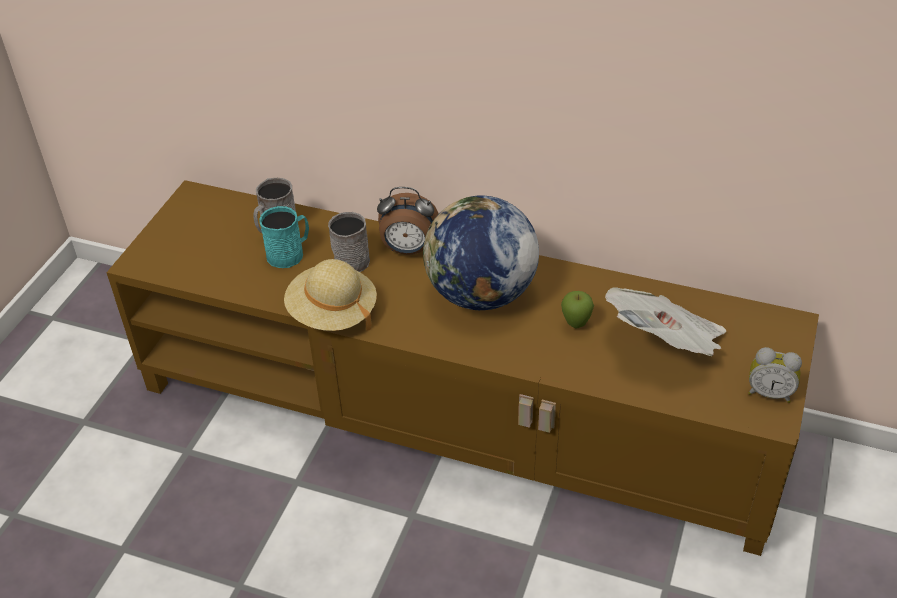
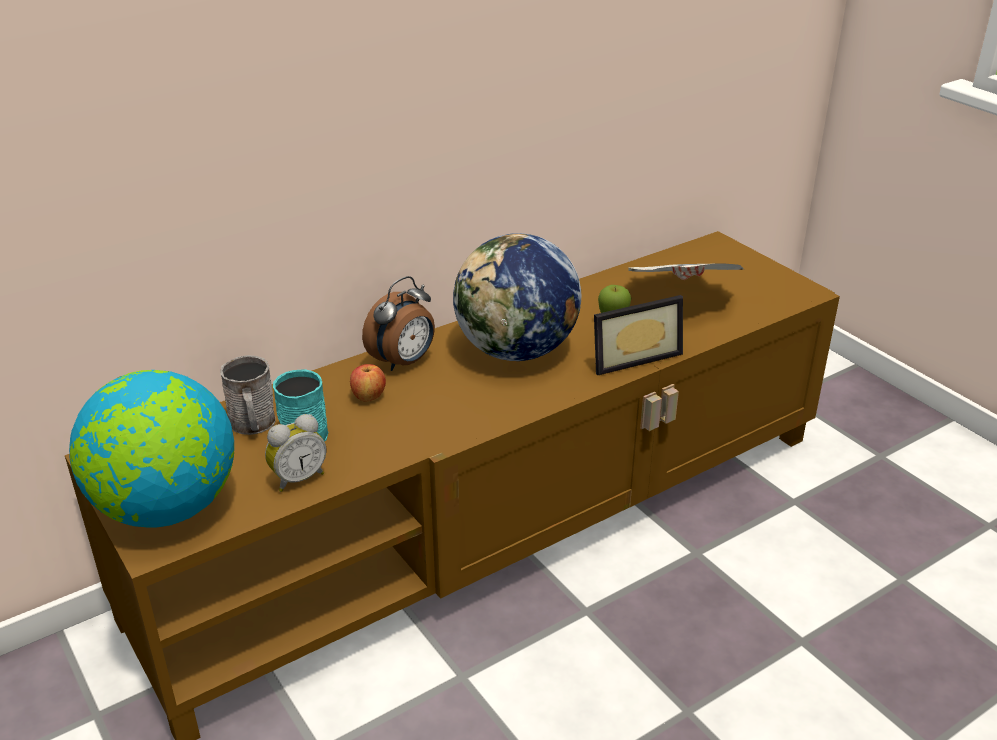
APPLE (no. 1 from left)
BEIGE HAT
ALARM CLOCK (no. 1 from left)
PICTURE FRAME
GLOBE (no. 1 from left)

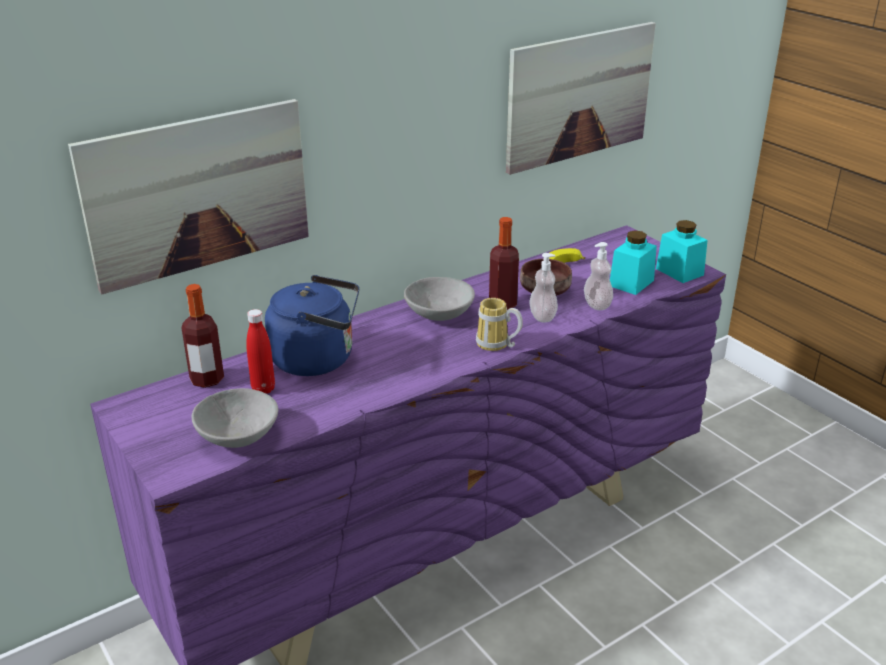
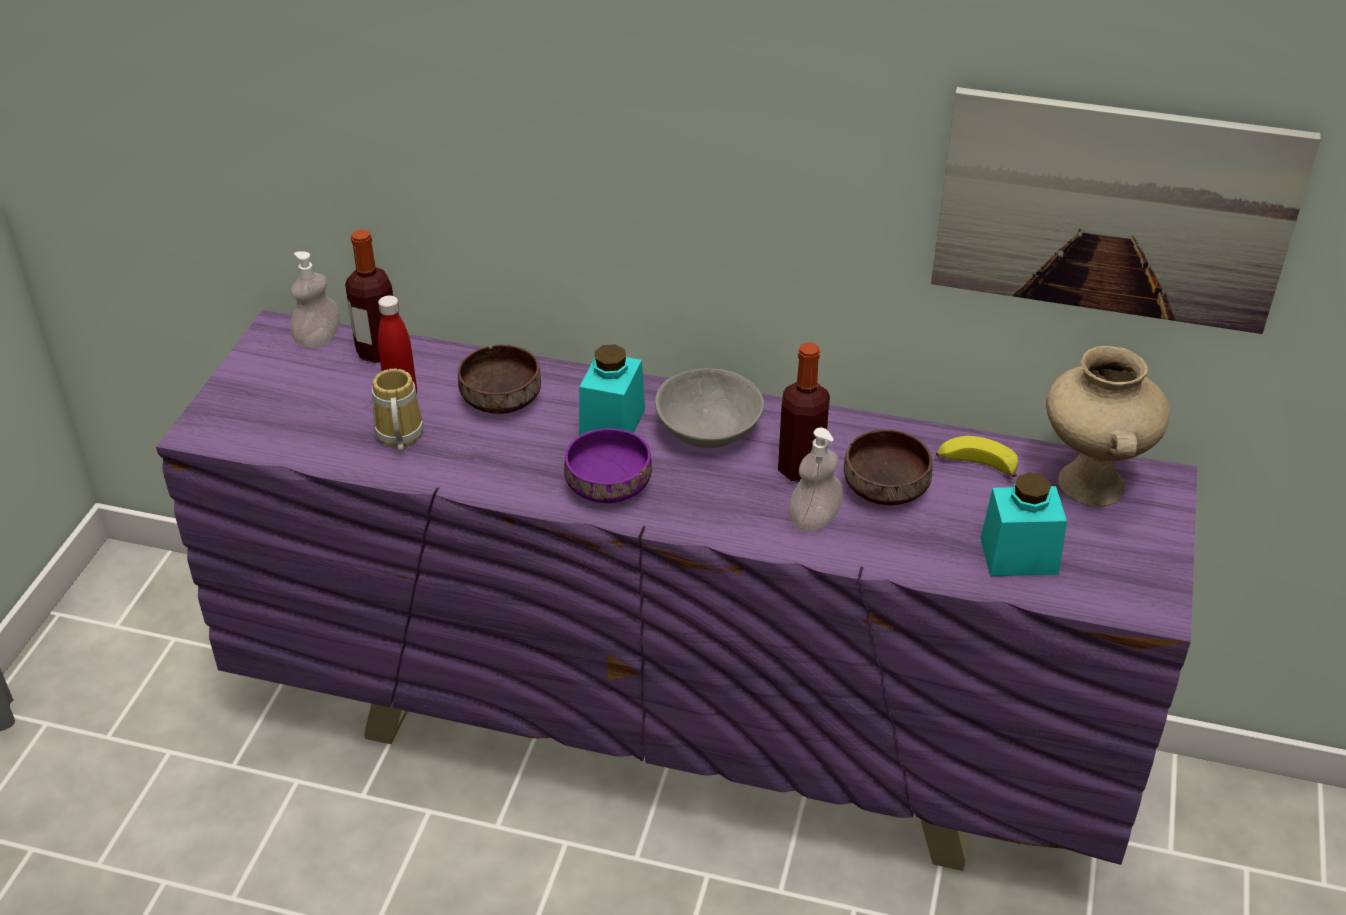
PICTURE (no. 1 from left in the first image)
TURQUOISE JAR (no. 1 from left)
SOAP DISPENSER (no. 1 from left)
BROWN BOWL (no. 1 from left)
MUG
GREY BOWL (no. 1 from left in the first image)
BEIGE VASE
PURPLE BOWL

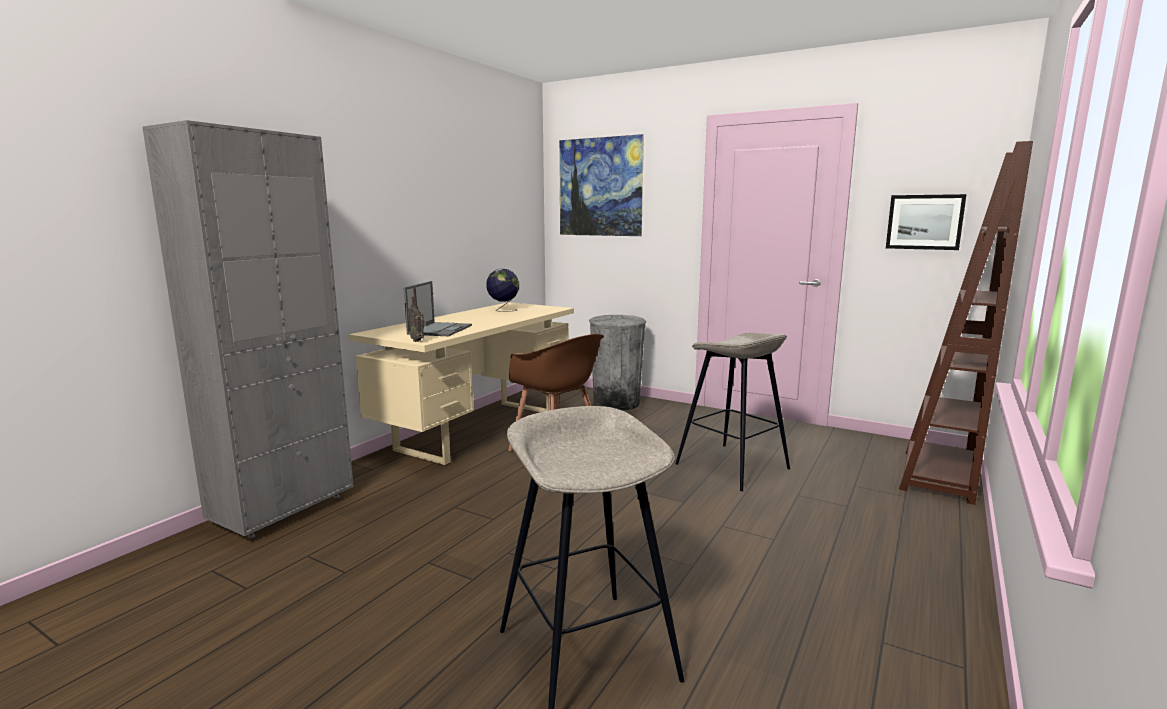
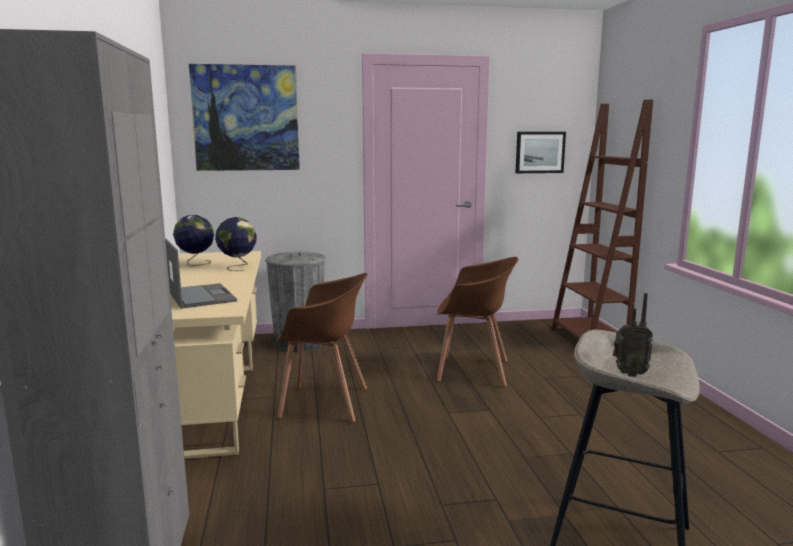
RADIO
BROWN CHAIR (no. 2 from left)
GLOBE (no. 2 from left)

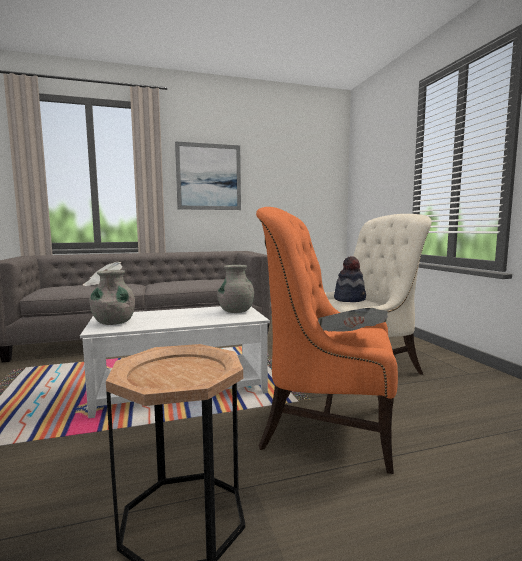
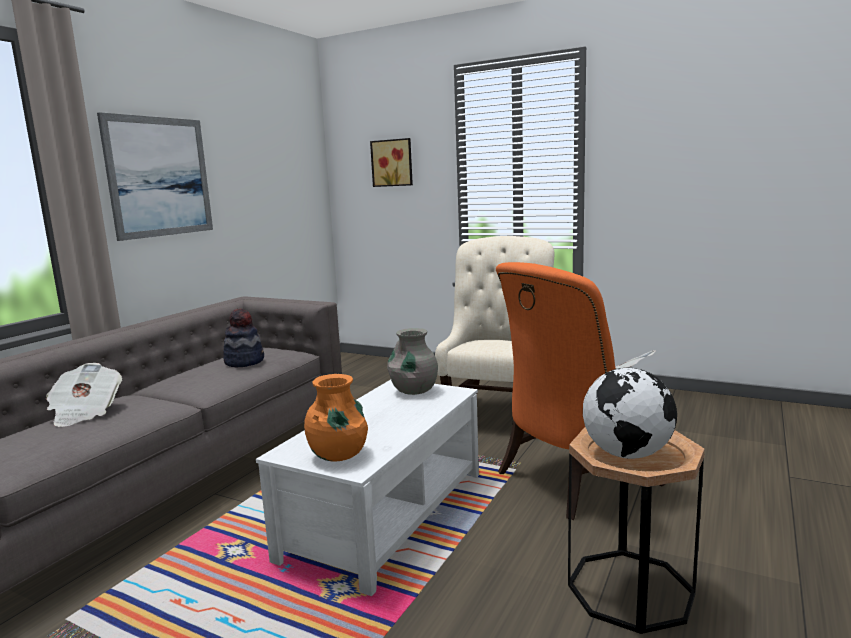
HAT
ORANGE VASE
PICTURE (no. 2 from left)
GLOBE

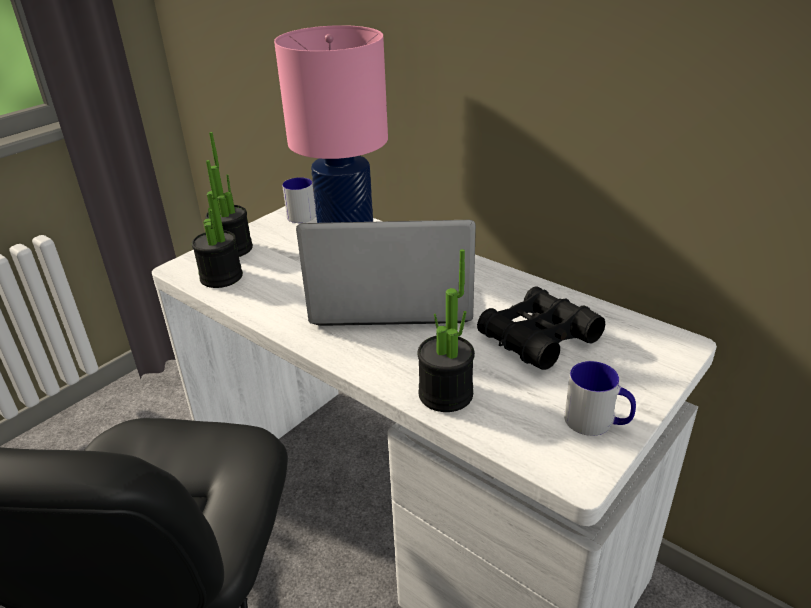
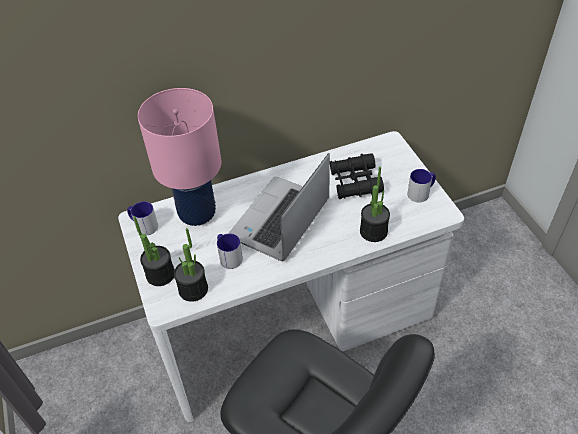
MUG (no. 2 from left)

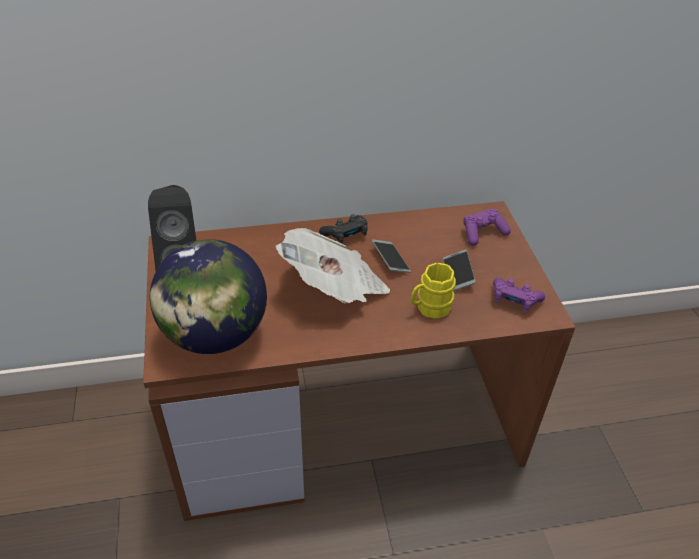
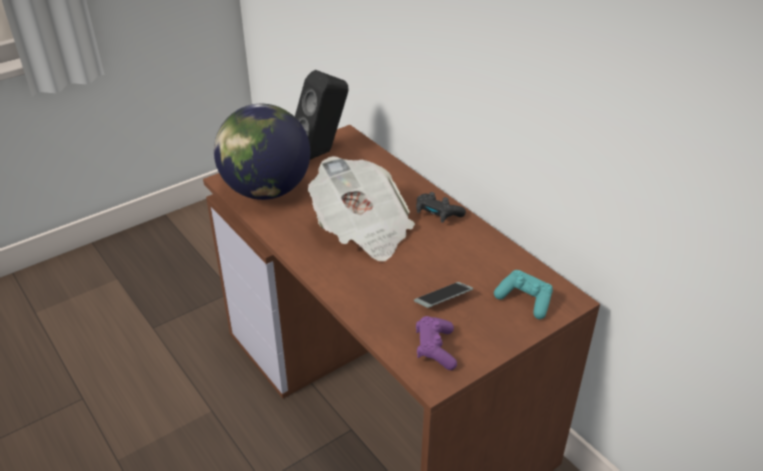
TURQUOISE GAME CONTROLLER
PHONE (no. 1 from left in the first image)
YELLOW MUG

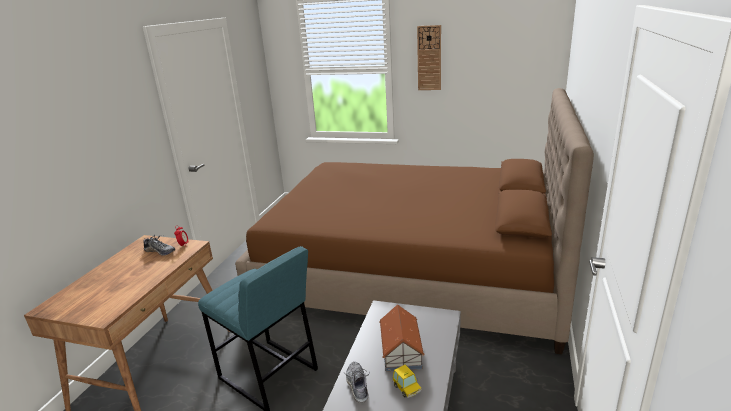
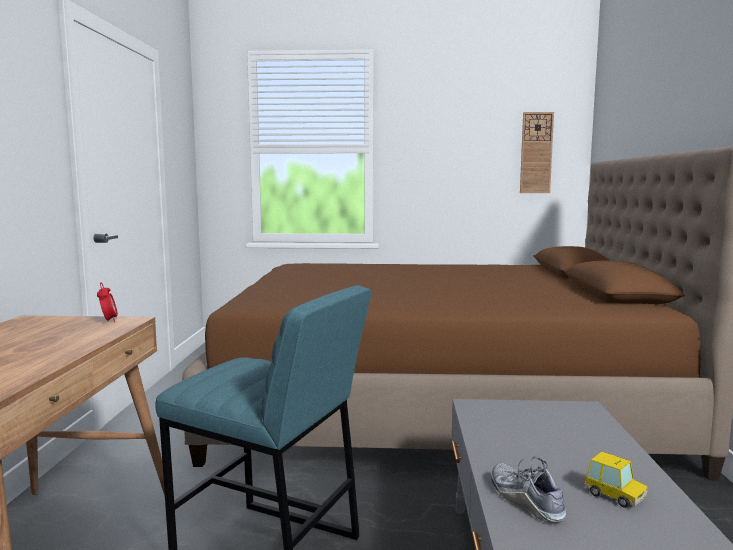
WALL CLOCK
SHOE (no. 1 from left in the first image)
TOY HOUSE

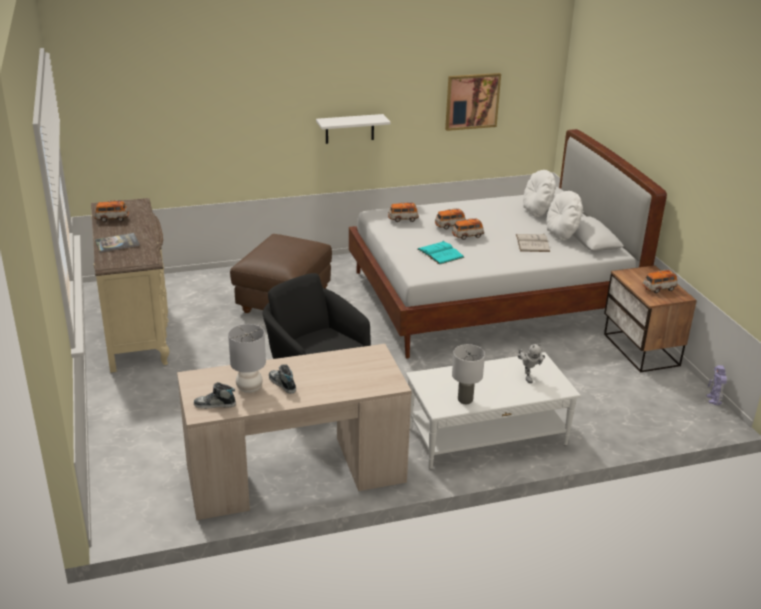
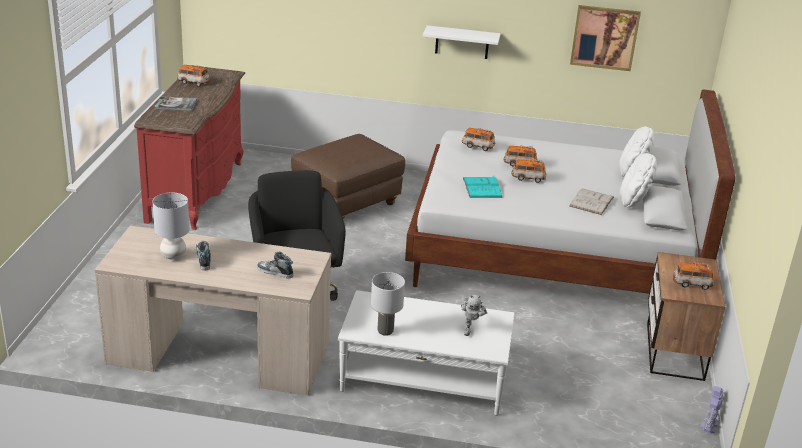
RED DRESSER
SHOE (no. 2 from left)

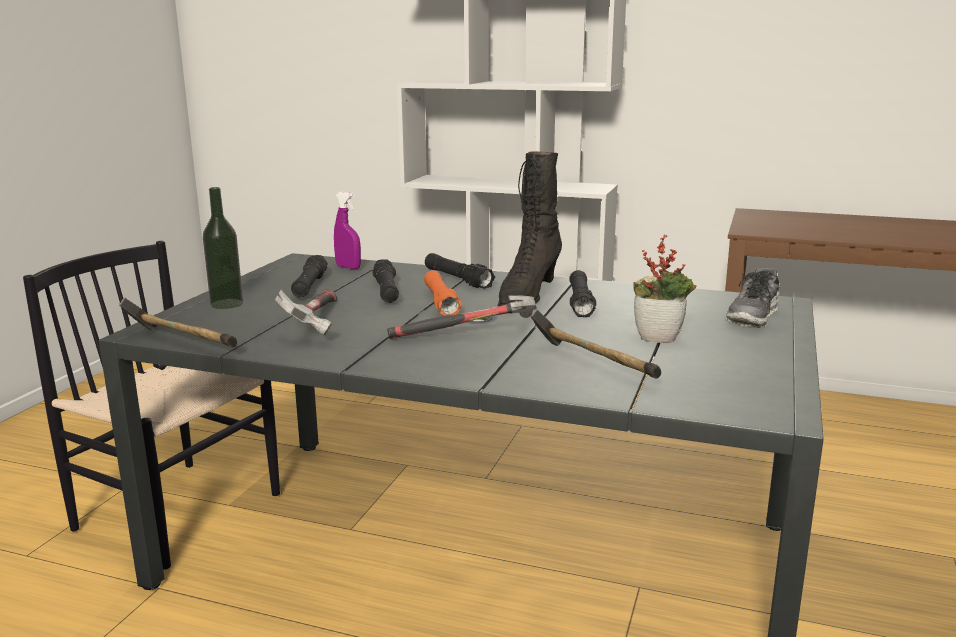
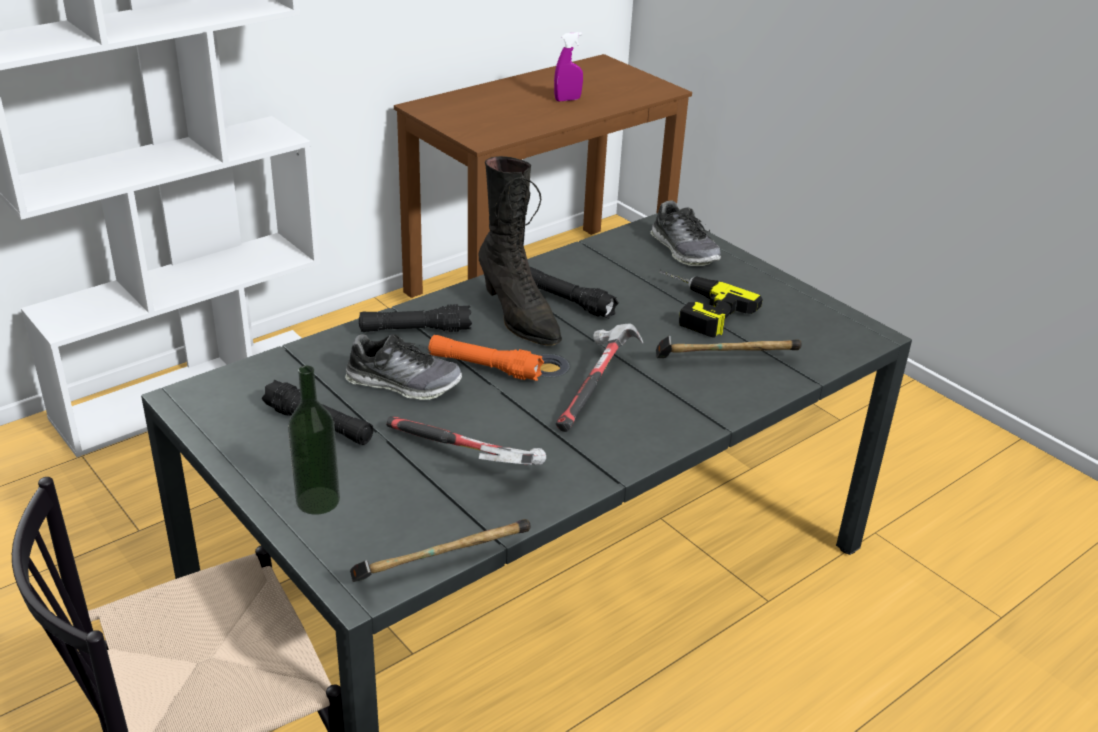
PURPLE SPRAY BOTTLE
POWER DRILL
SHOE (no. 1 from left)

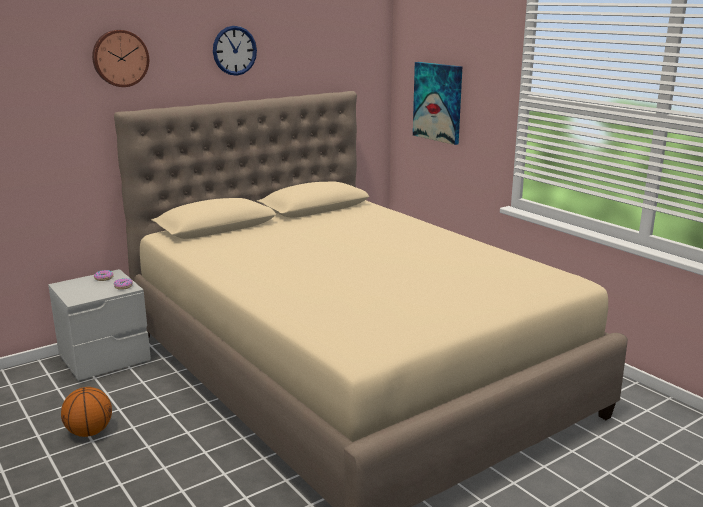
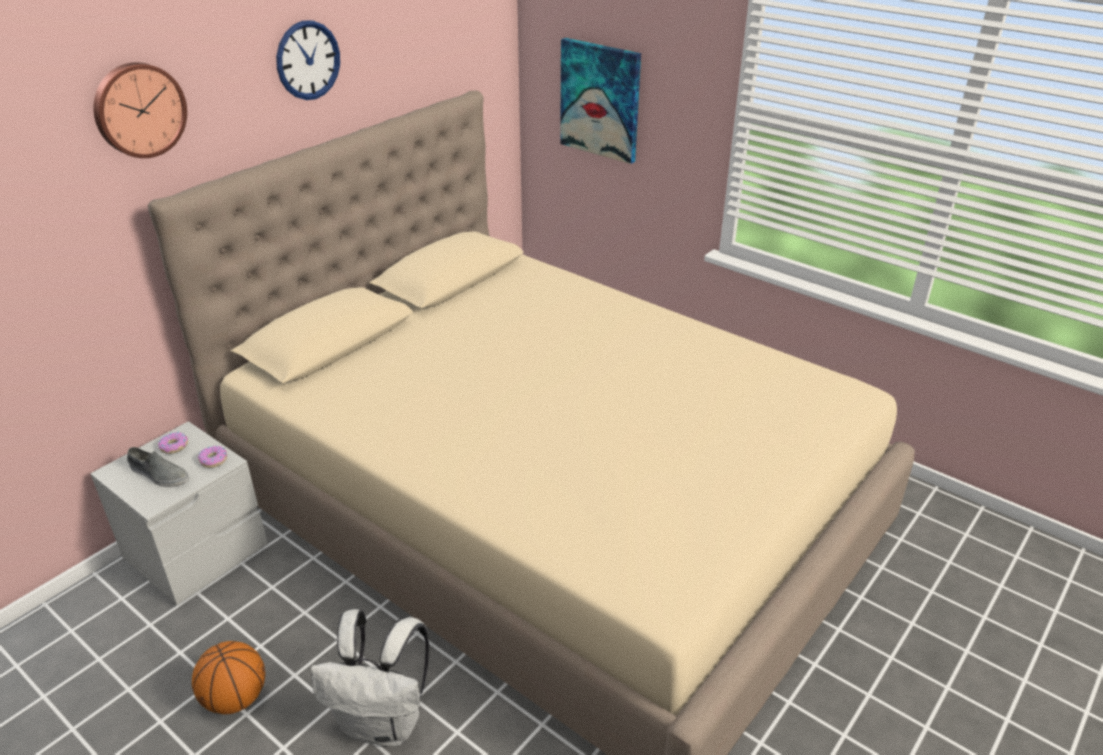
GREY SHOE
WHITE BACKPACK

